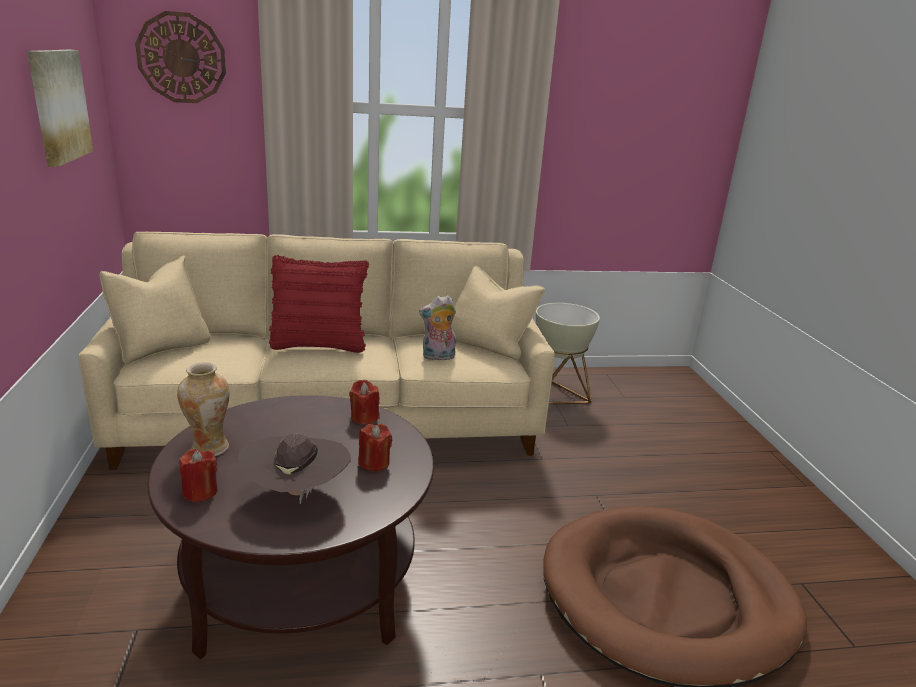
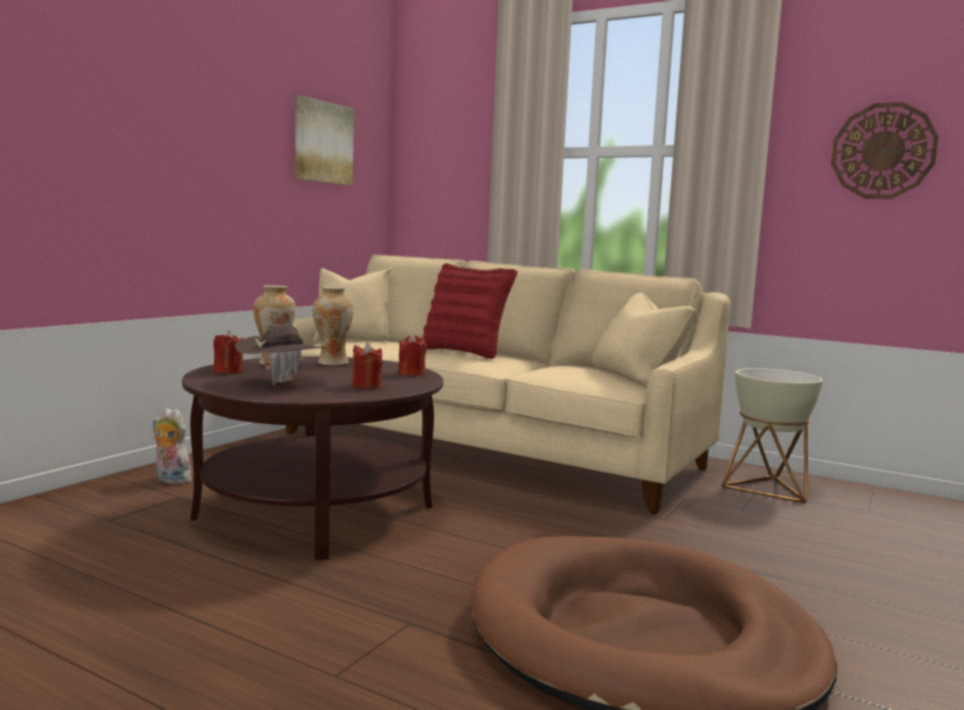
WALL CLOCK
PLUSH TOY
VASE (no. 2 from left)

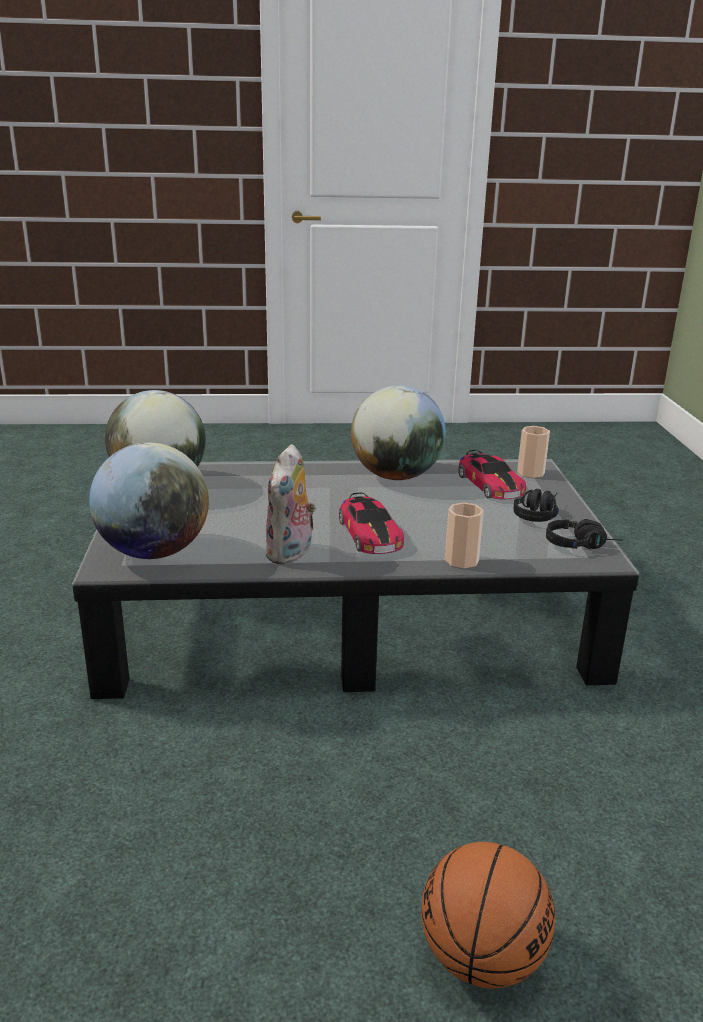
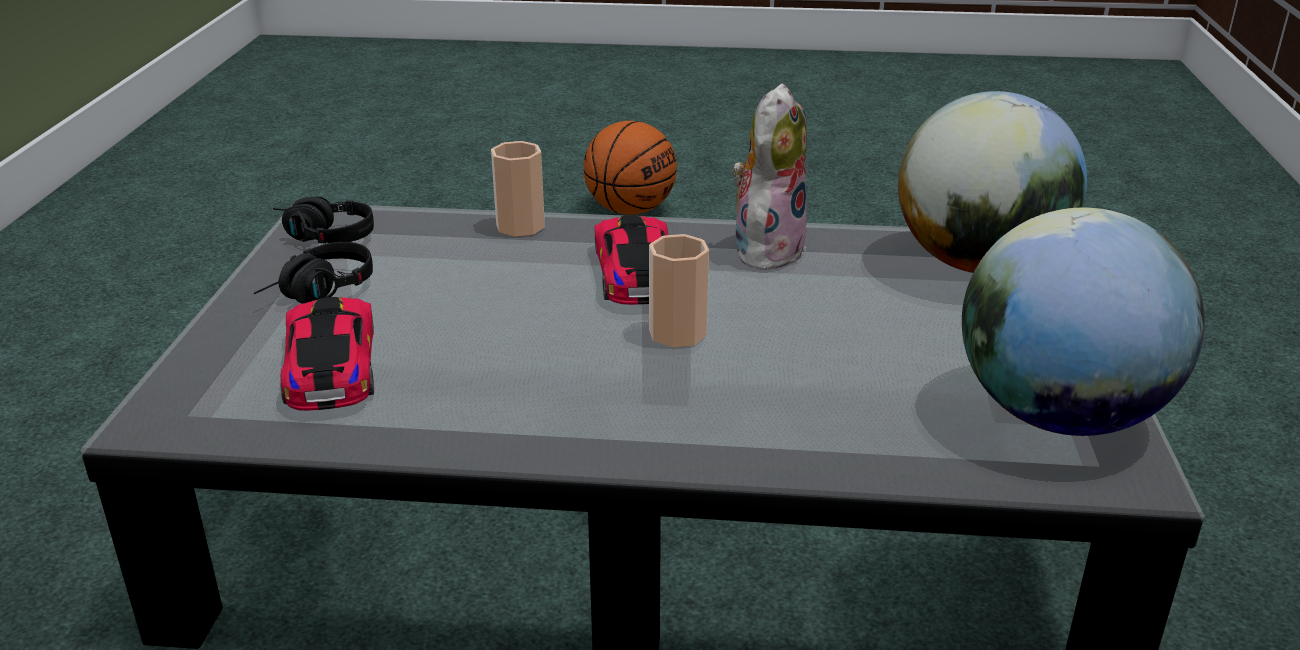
GLOBE (no. 3 from left in the first image)
CUP (no. 2 from left)

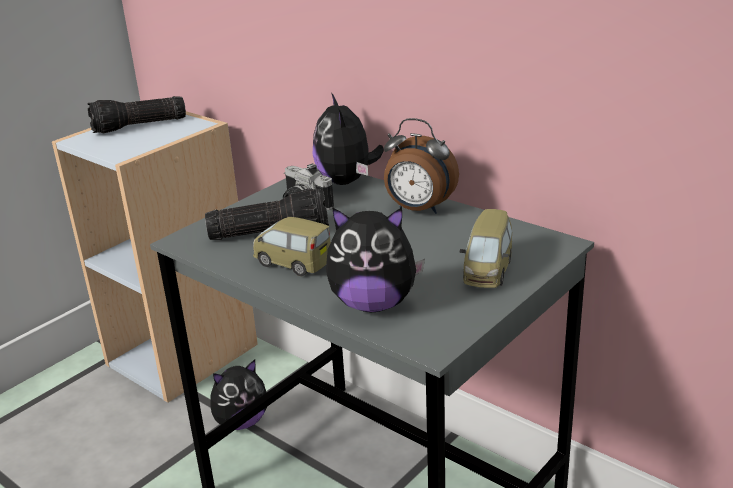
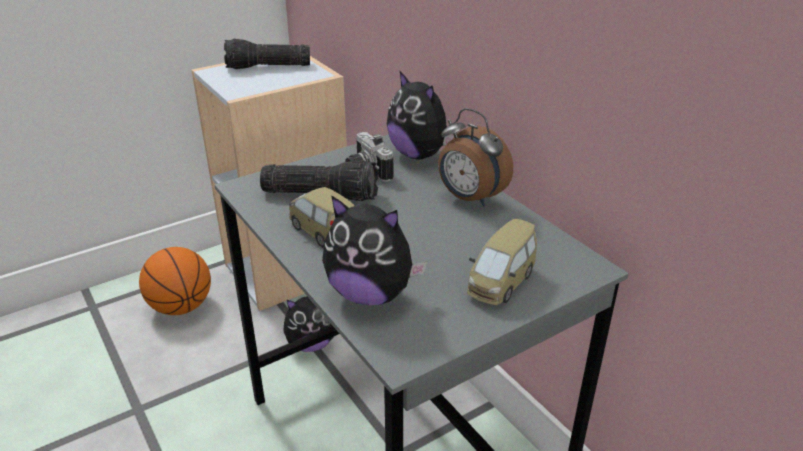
PLUSH TOY (no. 3 from left)
BASKETBALL

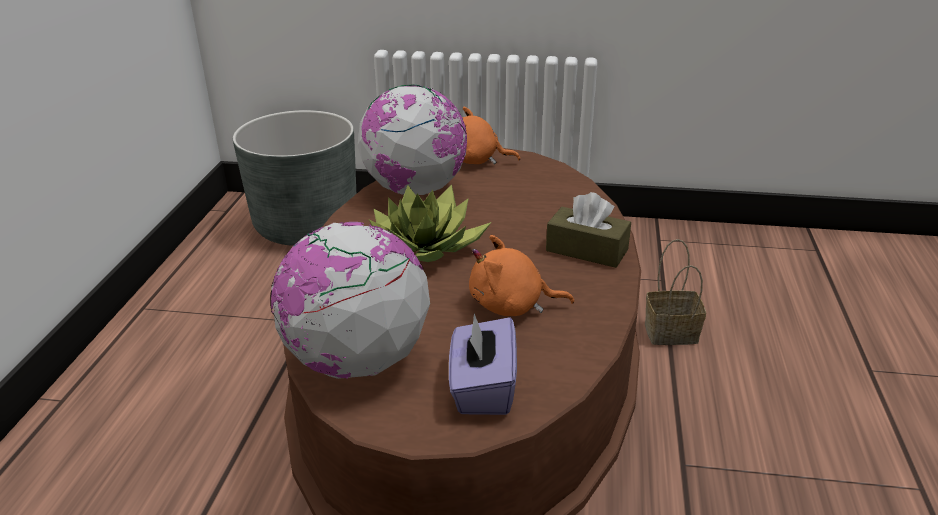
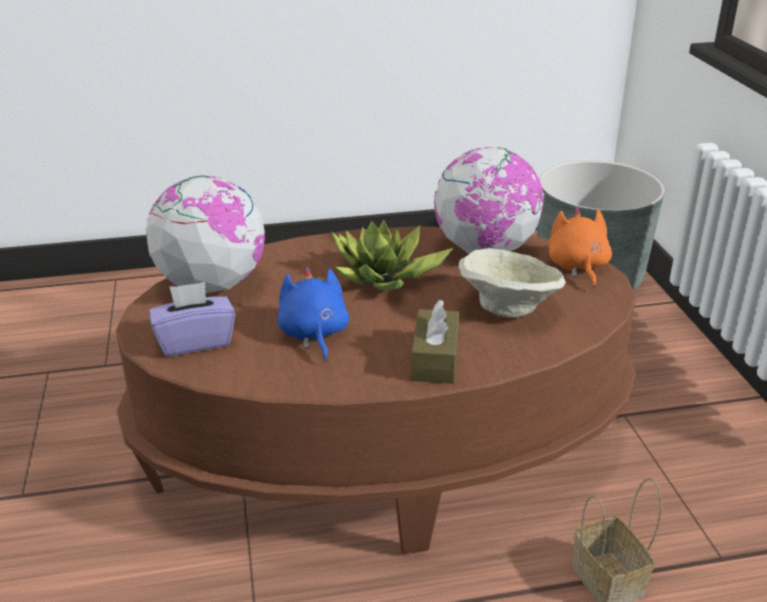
BLUE PLUSH TOY
BEIGE BOWL

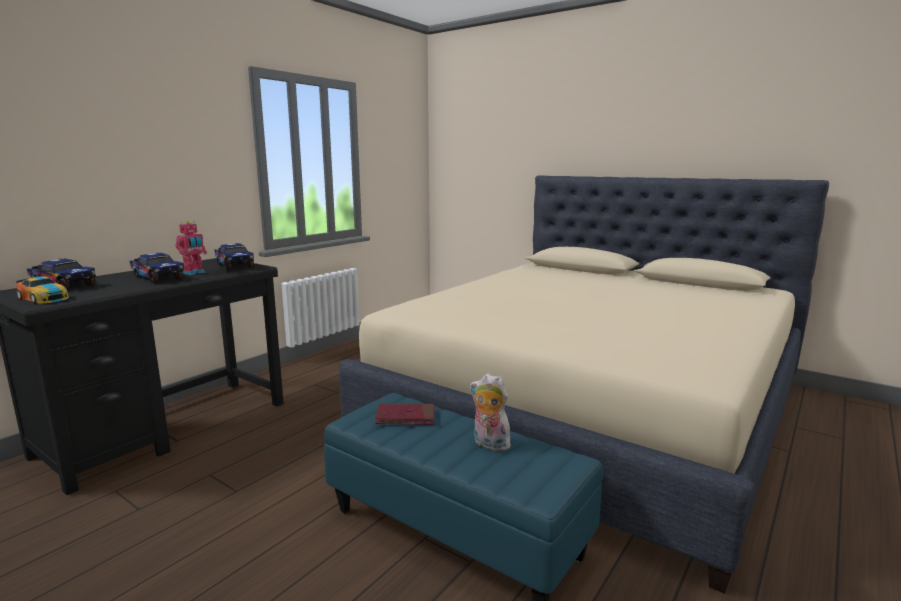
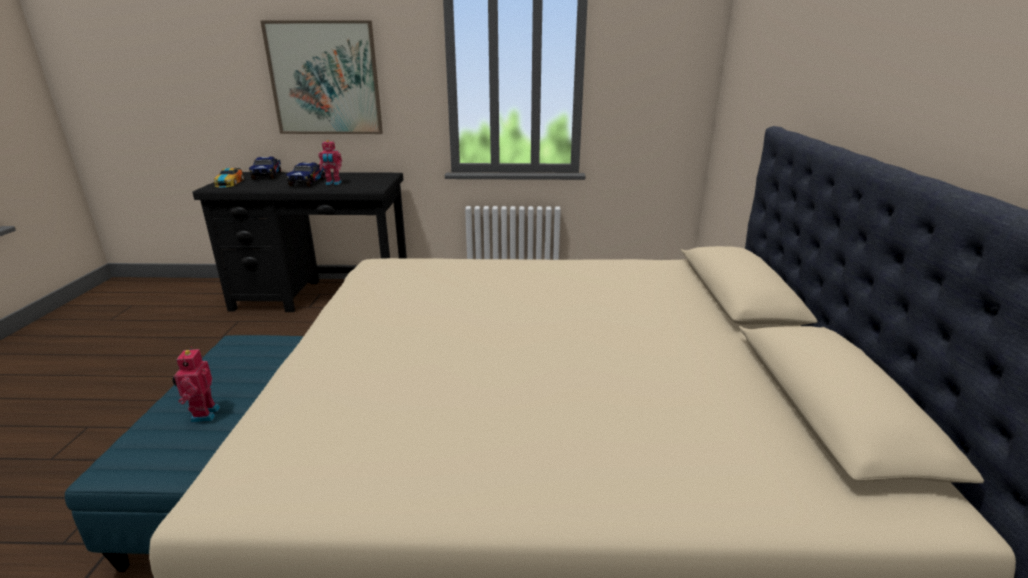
TOY TRUCK (no. 3 from left in the first image)
TOY ROBOT (no. 1 from left)
RED BOOK
PICTURE

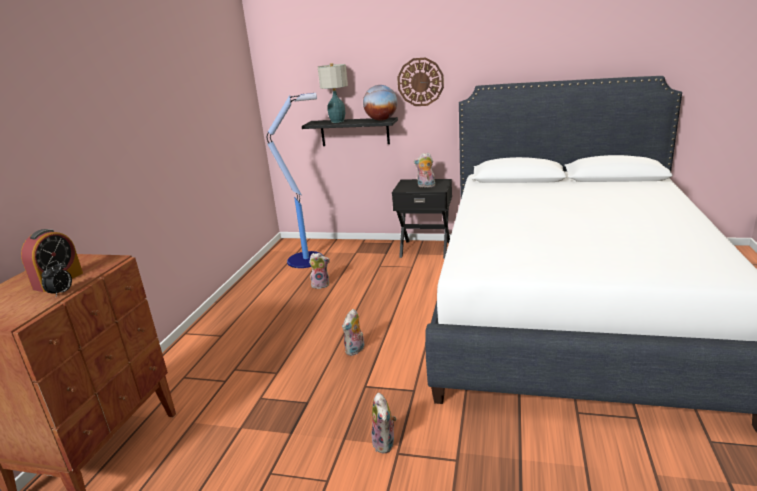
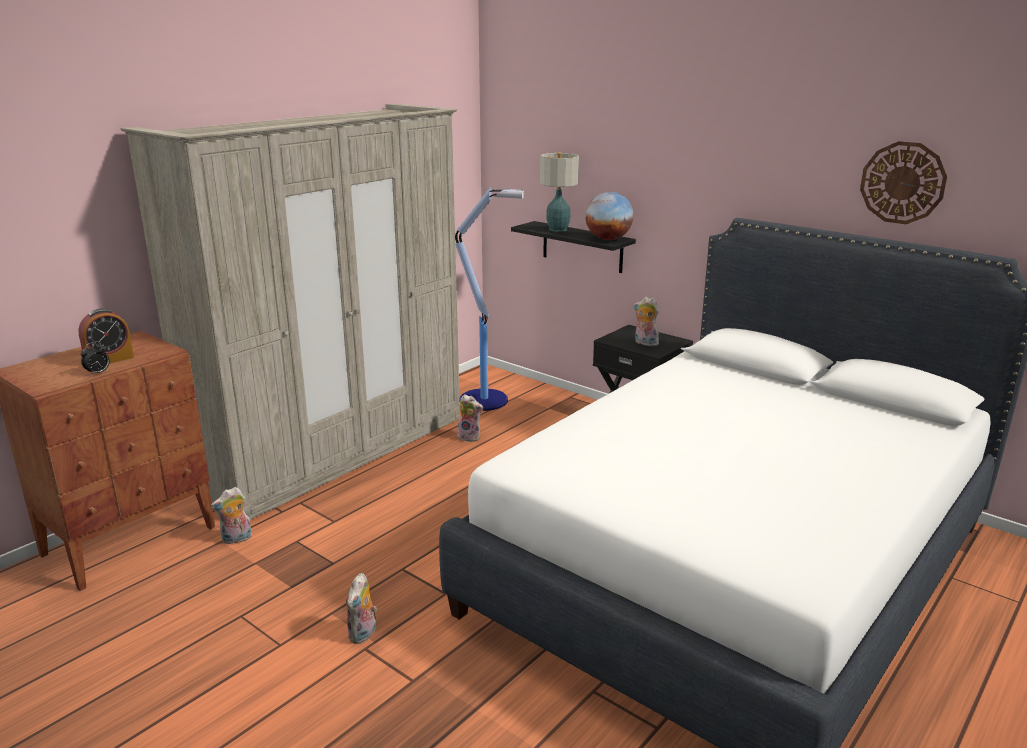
WALL CLOCK
PLUSH TOY (no. 1 from left)
BEIGE WARDROBE

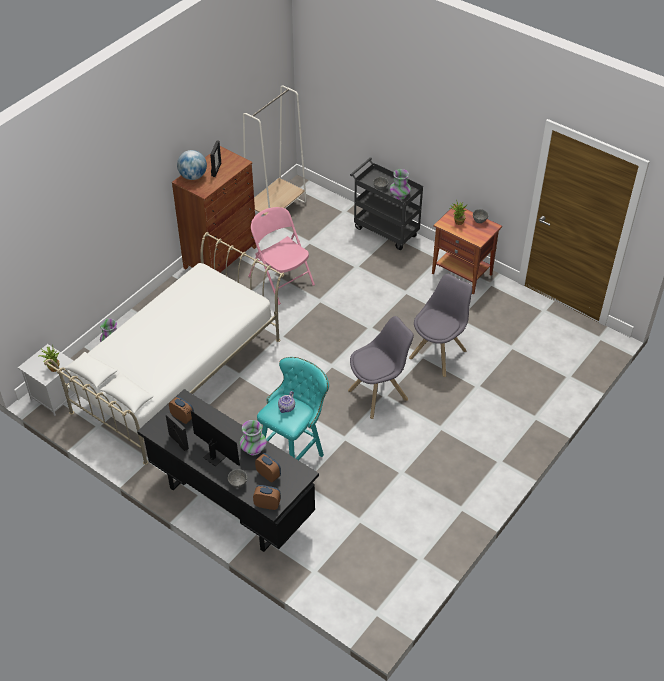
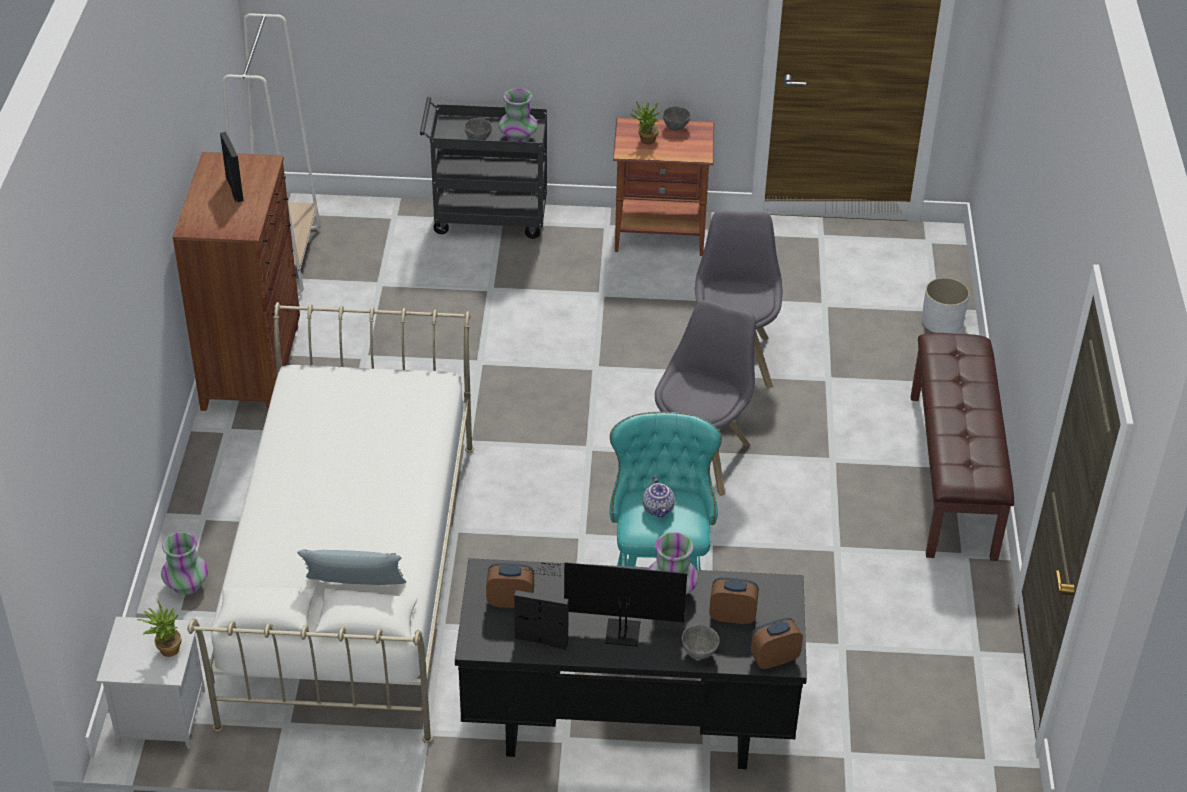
GLOBE
PINK CHAIR
WHITE PLANTER
BROWN BENCH
BLUE PILLOW

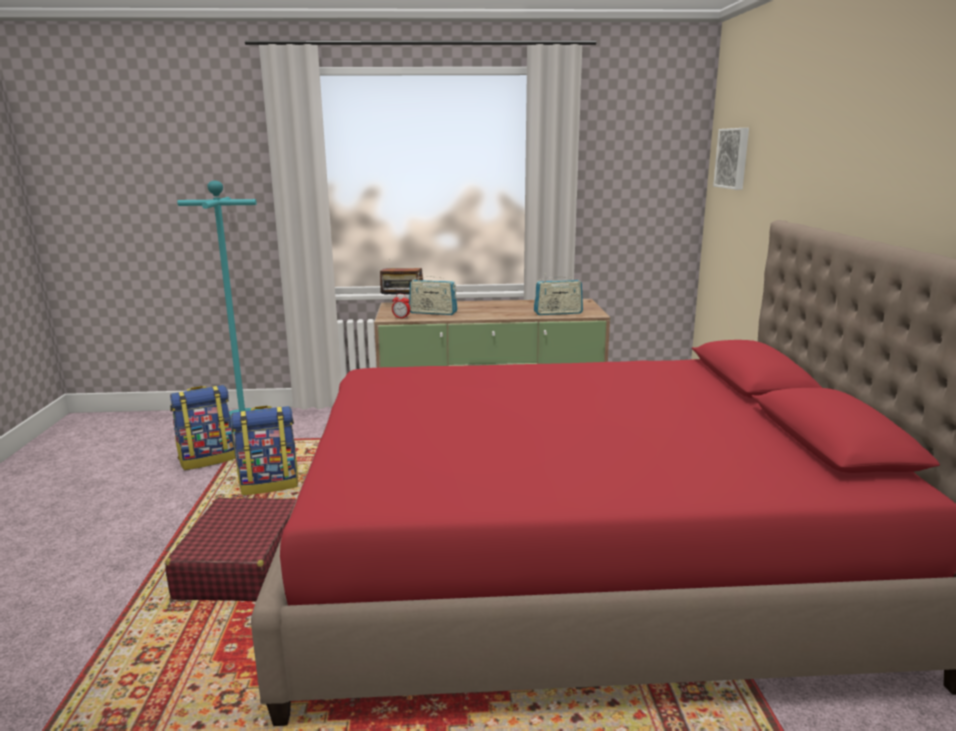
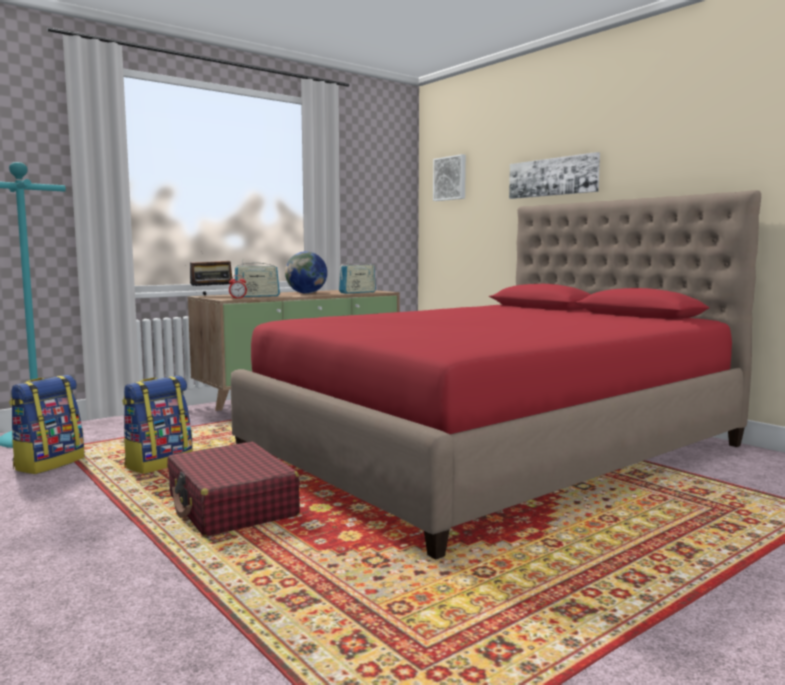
PICTURE (no. 2 from left)
GLOBE

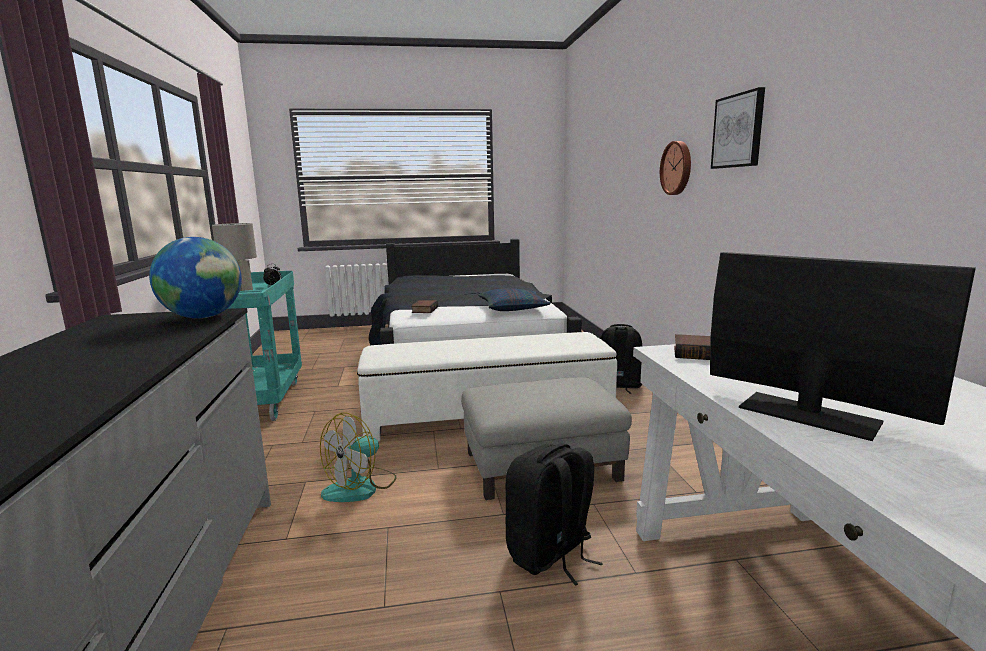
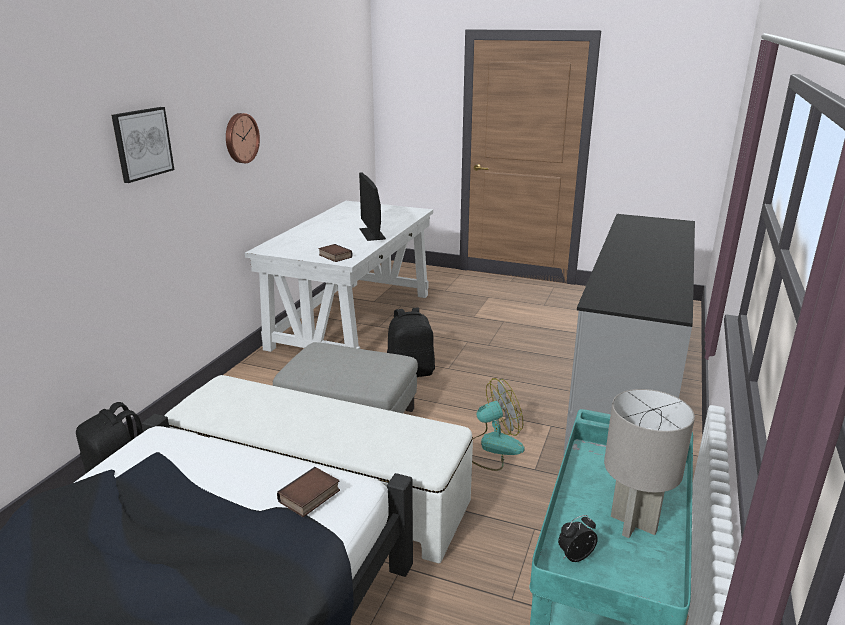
WALL CLOCK
GLOBE
BLUE PILLOW

